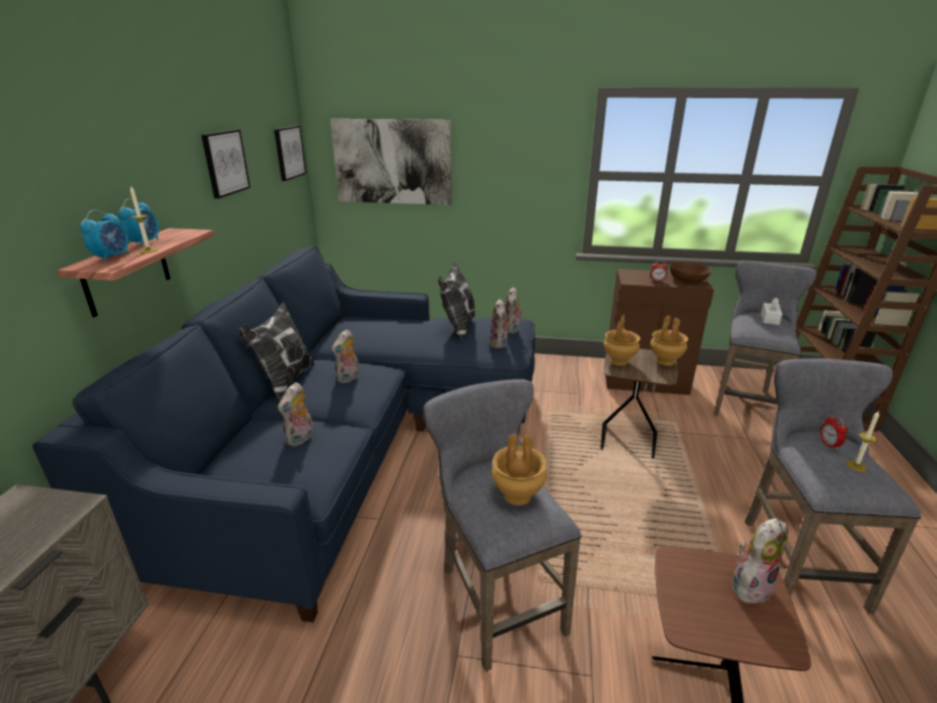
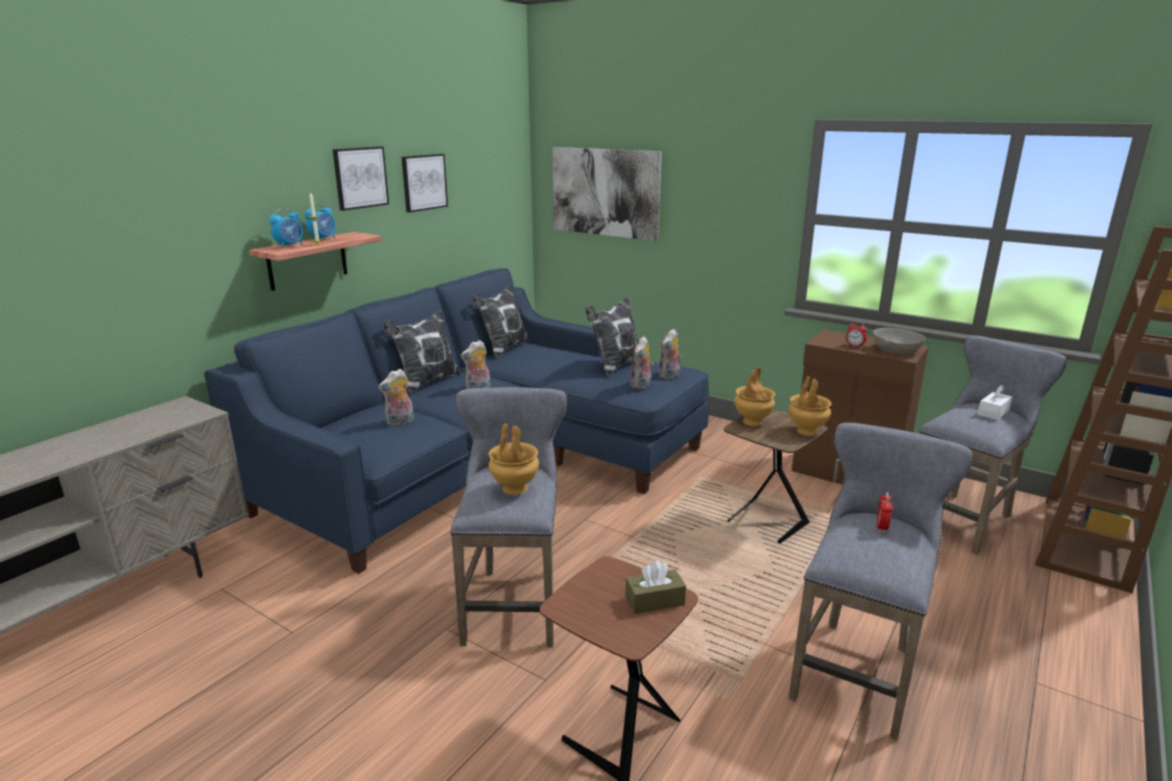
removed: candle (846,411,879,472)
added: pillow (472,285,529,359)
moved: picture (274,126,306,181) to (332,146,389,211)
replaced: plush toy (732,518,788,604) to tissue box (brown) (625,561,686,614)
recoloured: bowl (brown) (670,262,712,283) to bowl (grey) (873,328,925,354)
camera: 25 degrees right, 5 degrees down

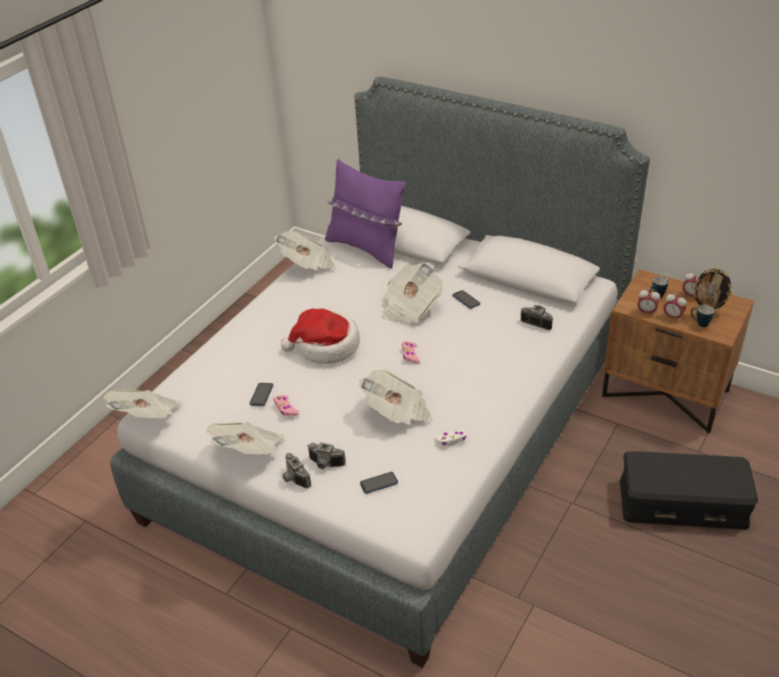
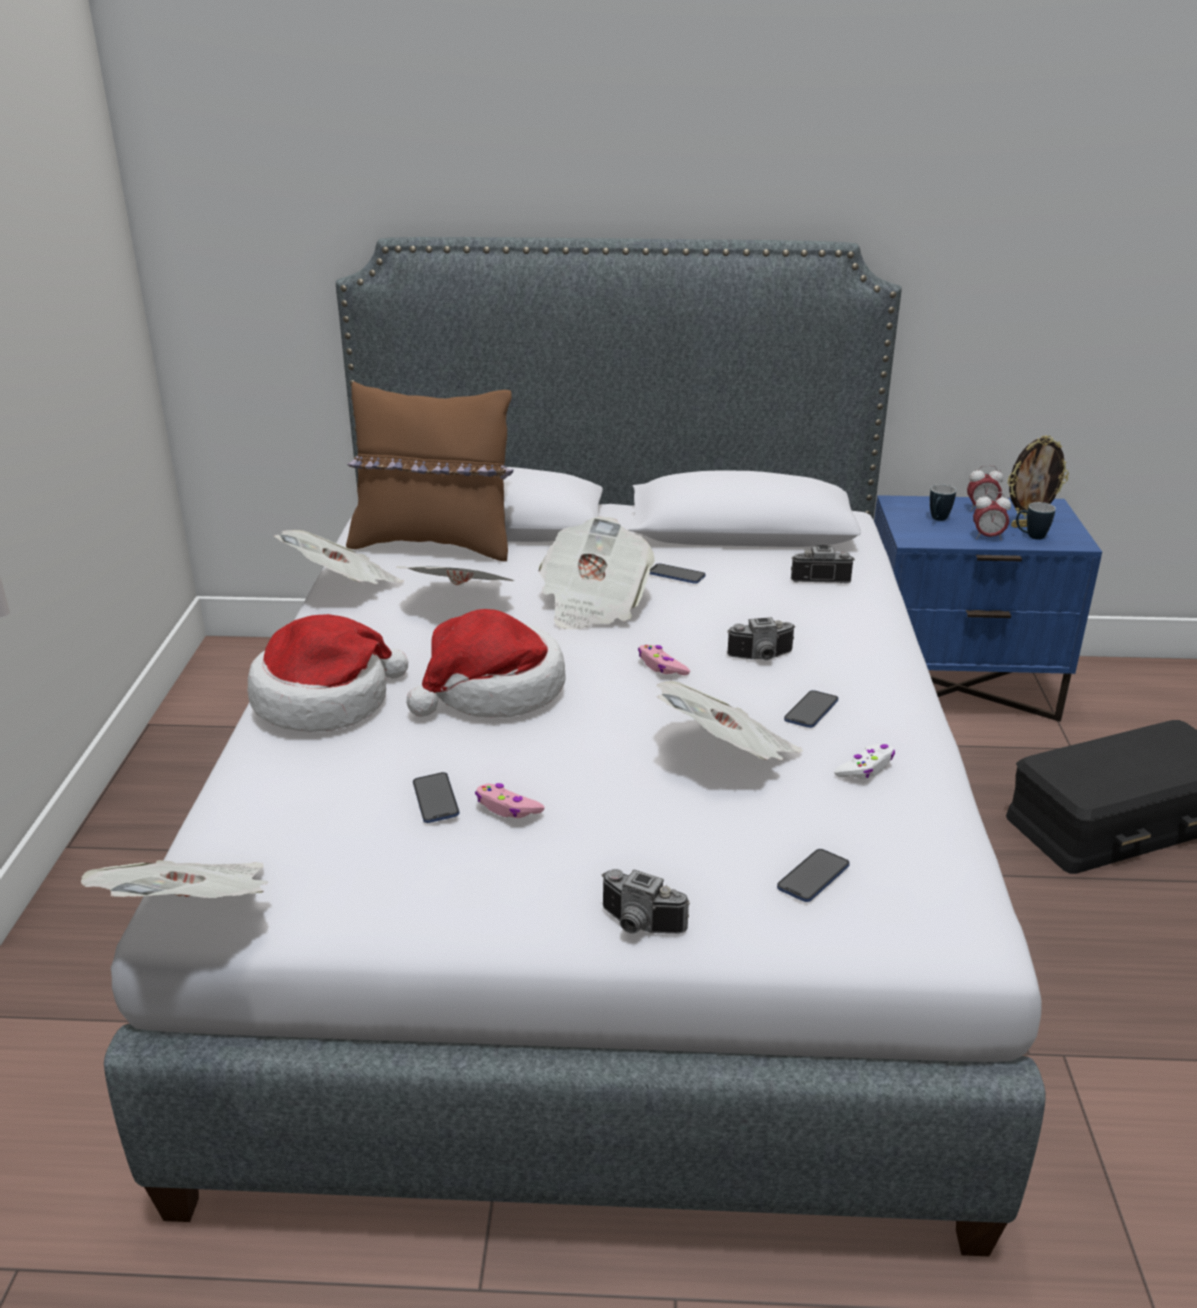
removed: alarm clock (638,288,660,316)
added: hat (247,614,408,732); phone (784,690,838,728)
moved: newspaper (206,422,284,455) to (397,566,514,585); photo camera (308,442,346,469) to (727,617,795,660)
recoloured: pillow (purple) (325,159,406,268) to pillow (brown) (346,381,514,561); nightstand (brown) (602,269,754,433) to nightstand (blue) (874,495,1102,722)
camera: 30 degrees left, 10 degrees down

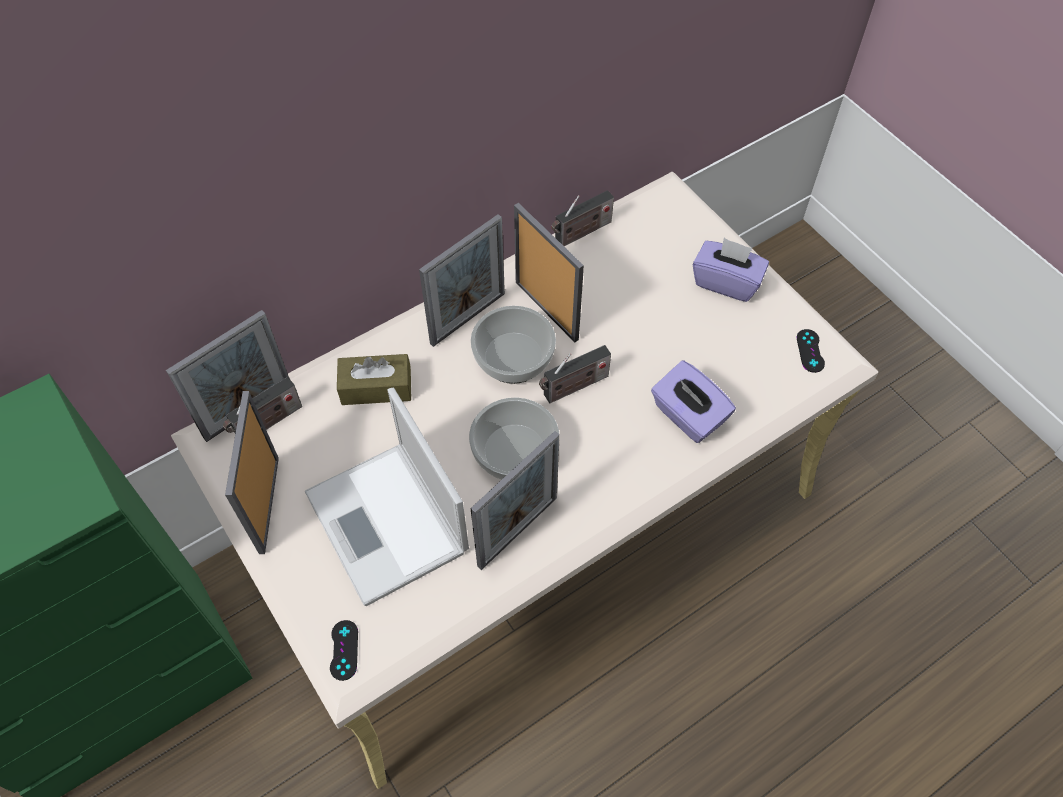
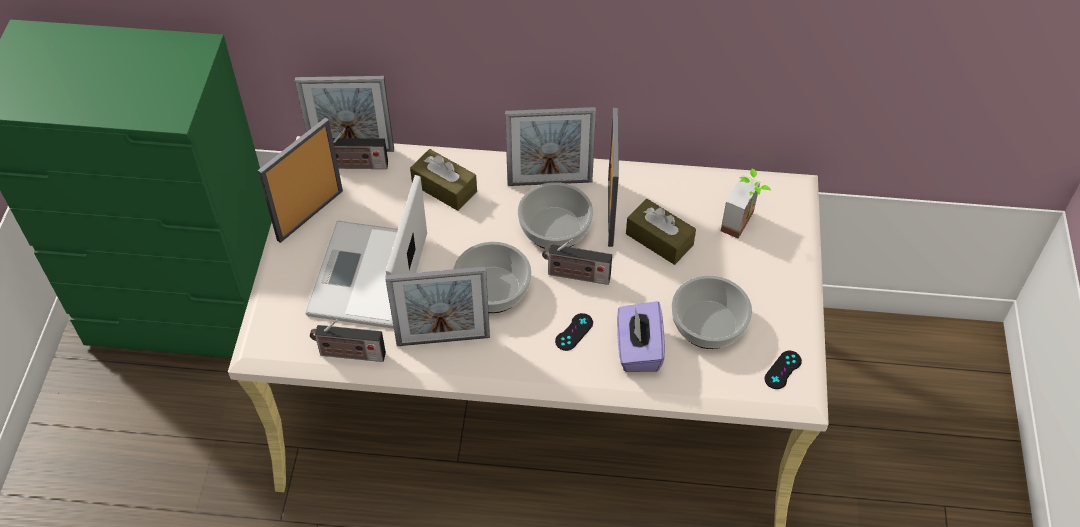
removed: tissue box (purple) (693,238,769,302)
added: tissue box (brown) (626,199,696,265); bowl (672,275,752,349); potted plant (721,169,771,239)
moved: game controller (black) (330,620,358,681) to (555,313,593,351); radio (551,190,614,246) to (310,319,386,362)
camera: 40 degrees right, 5 degrees down

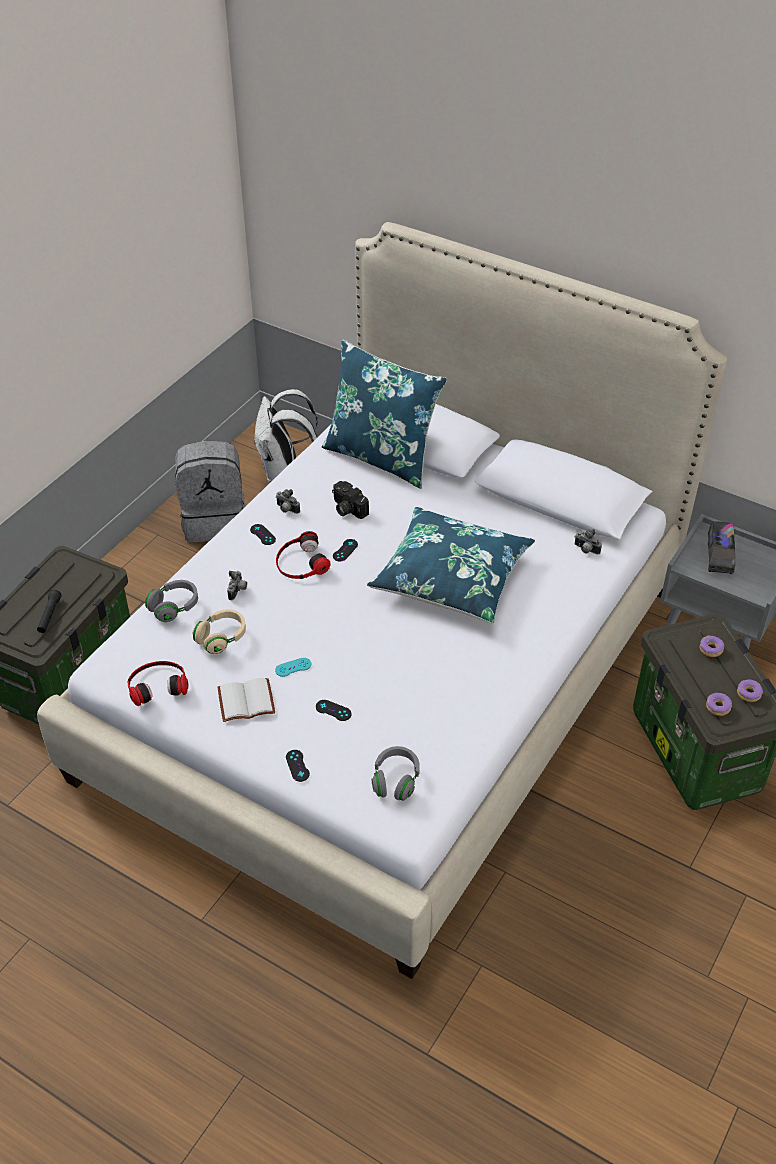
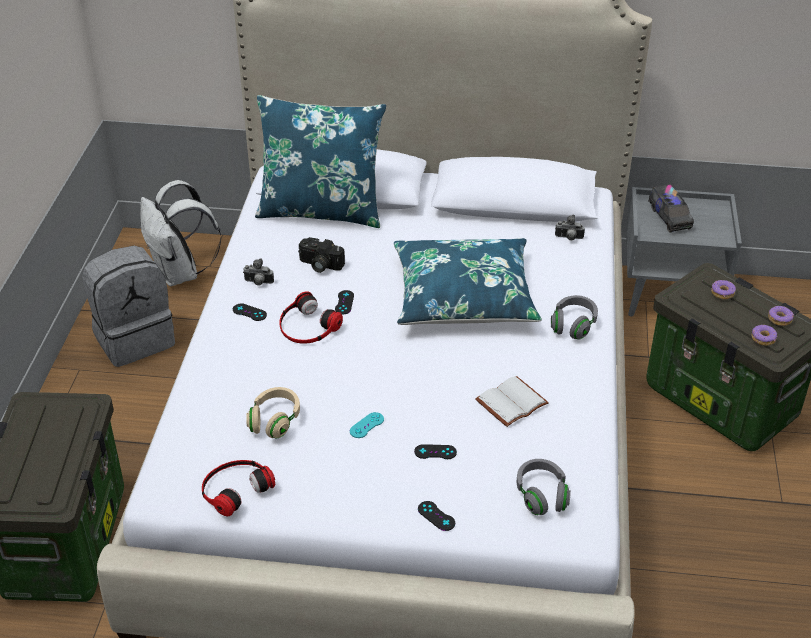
removed: flashlight (black) (37,590,62,633); photo camera (227,571,247,600)
moved: headphones (grey) (145,580,198,622) to (551,295,598,340); book (white) (217,678,275,722) to (475,376,549,427)
camera: 25 degrees left, 5 degrees down

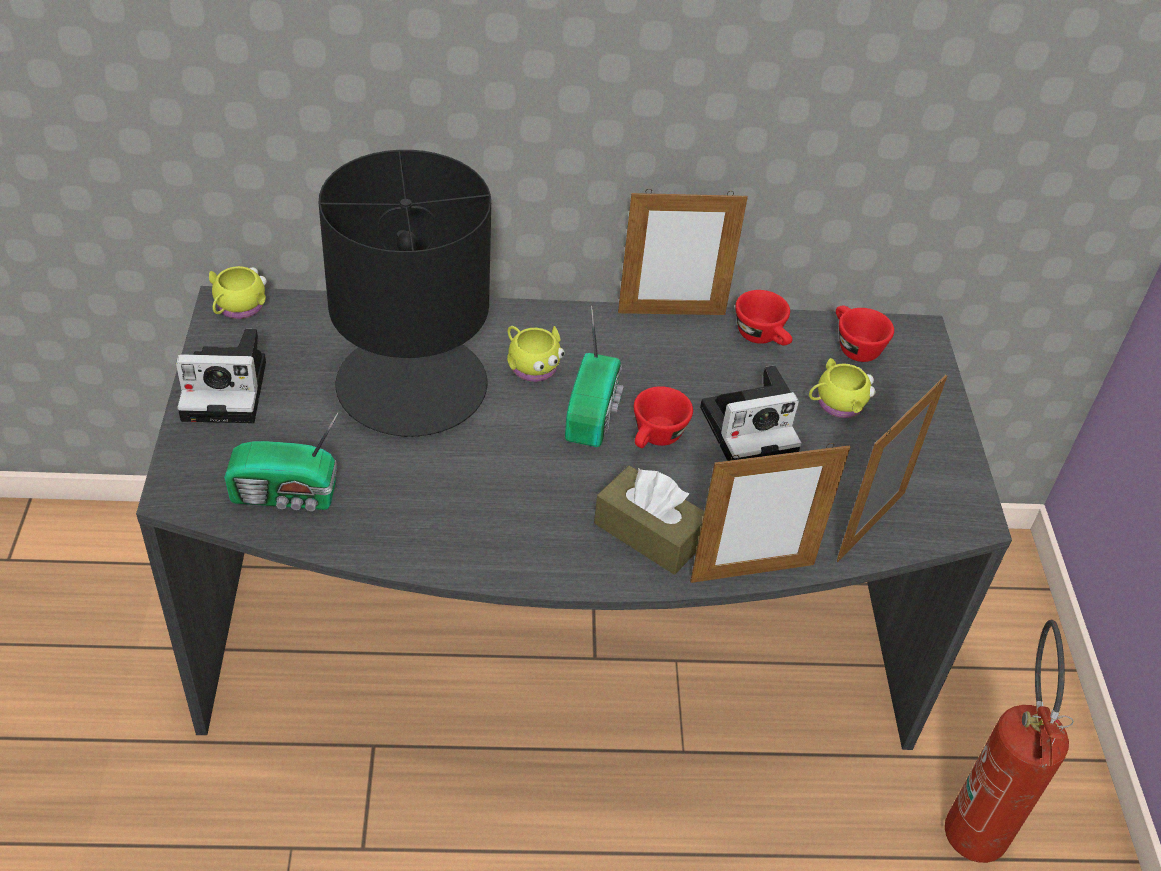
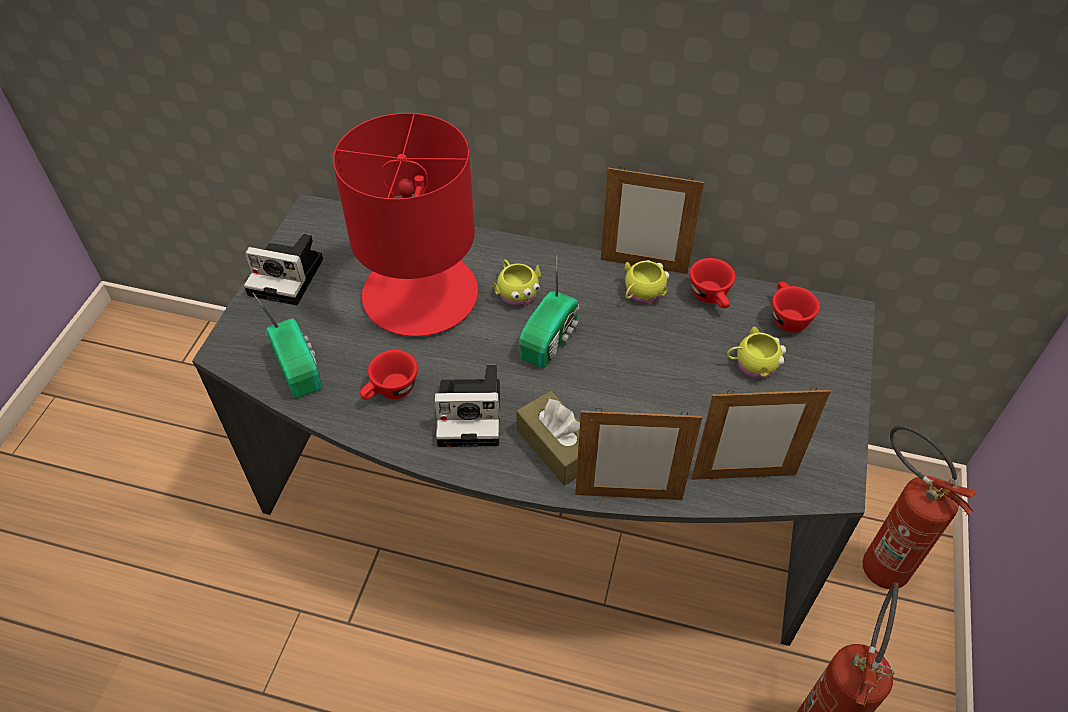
added: fire extinguisher (863,425,976,589)
moved: mug (yellow) (209,266,267,319) to (624,260,669,304); cup (red) (634,386,693,448) to (360,350,418,400); photo camera (700,365,802,461) to (434,365,500,447)
recoloured: table lamp (black) (319,150,491,437) to table lamp (red) (333,113,478,336)
turned: radio (224,412,339,511) = (253,293,322,398) 135 degrees counterclockwise; picture frame (836,375,947,562) = (691,387,831,480) 150 degrees counterclockwise
camera: 20 degrees right, 5 degrees up

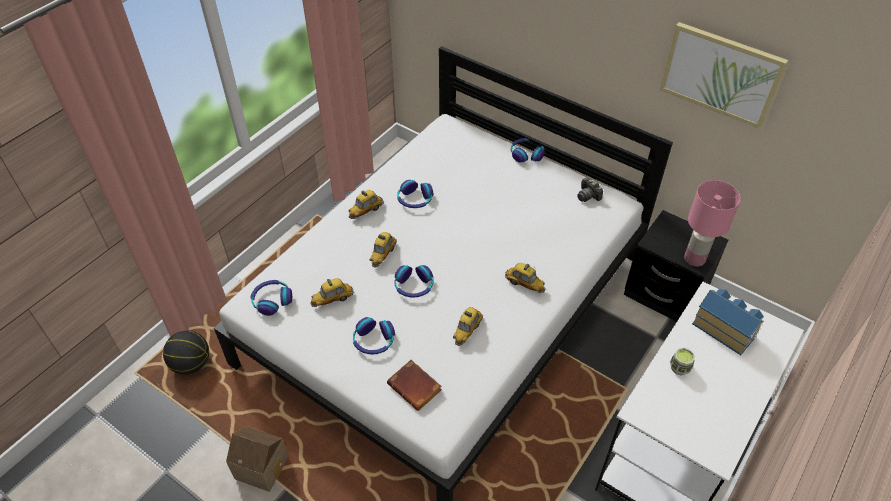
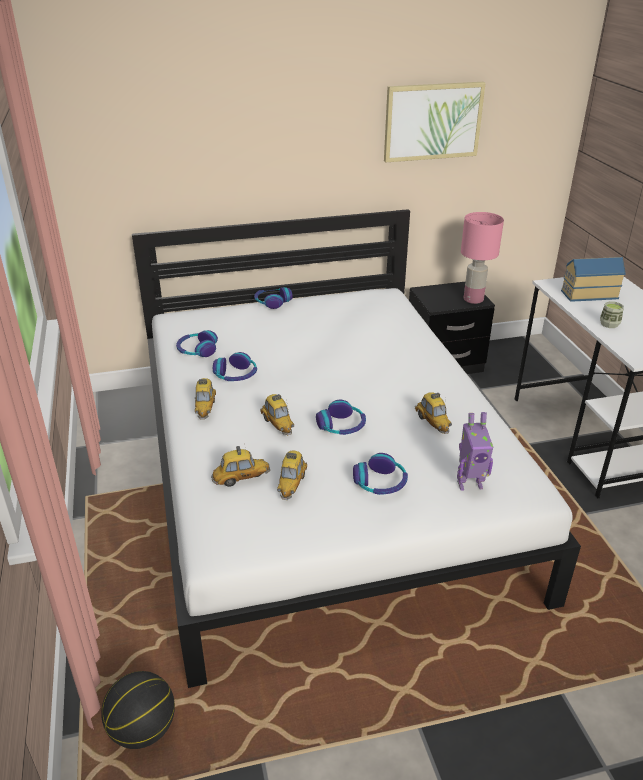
removed: toy house (226,426,288,492); photo camera (577,177,603,202)
moved: headphones (251,280,292,316) to (176,330,218,357); toy car (505,263,545,293) to (211,446,270,487)
replaced: book (brown) (387,360,442,411) to toy robot (457,412,493,491)
camera: 50 degrees left, 15 degrees down

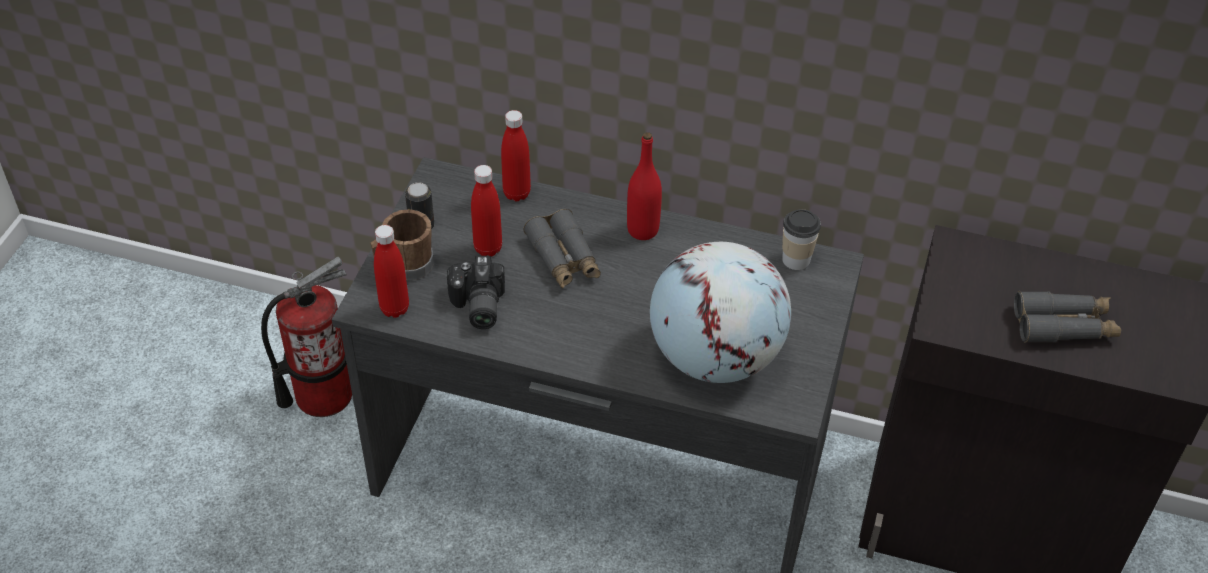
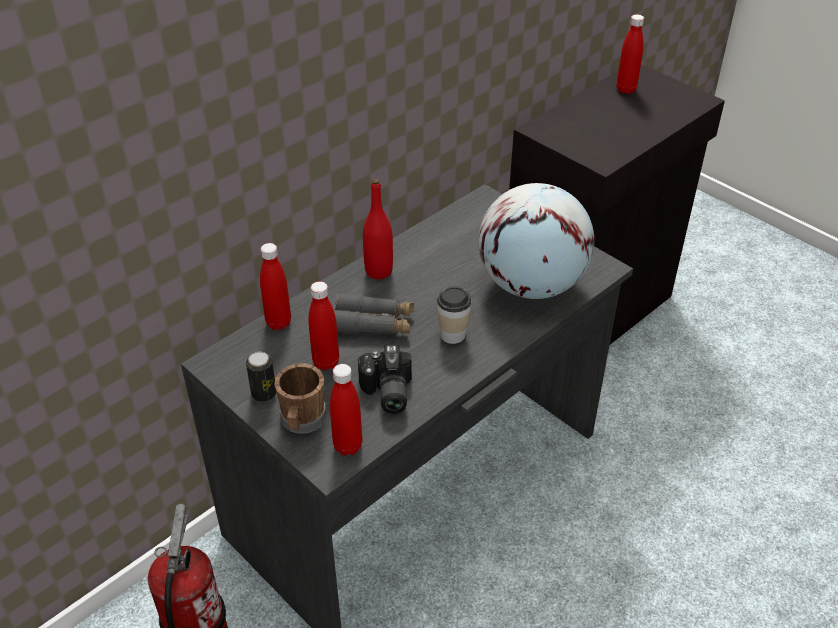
removed: binoculars (grey) (1014,291,1121,343)
added: bottle (red) (616,14,644,94)
moved: cup (782,209,821,270) to (437,287,471,344)
turned: photo camera (447,256,505,329) = (358,345,412,414) 60 degrees clockwise
camera: 60 degrees left, 5 degrees down

